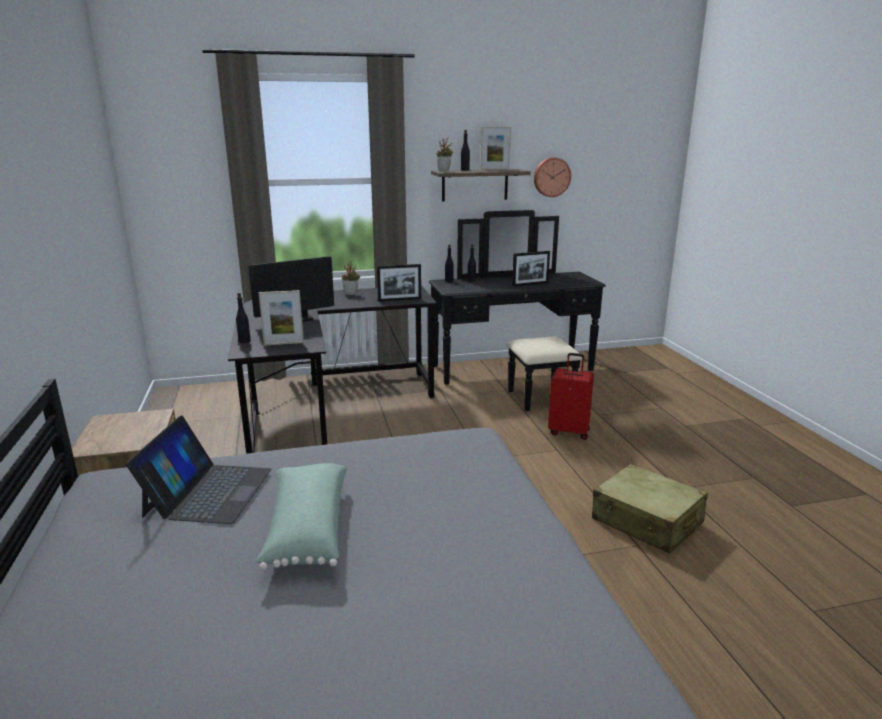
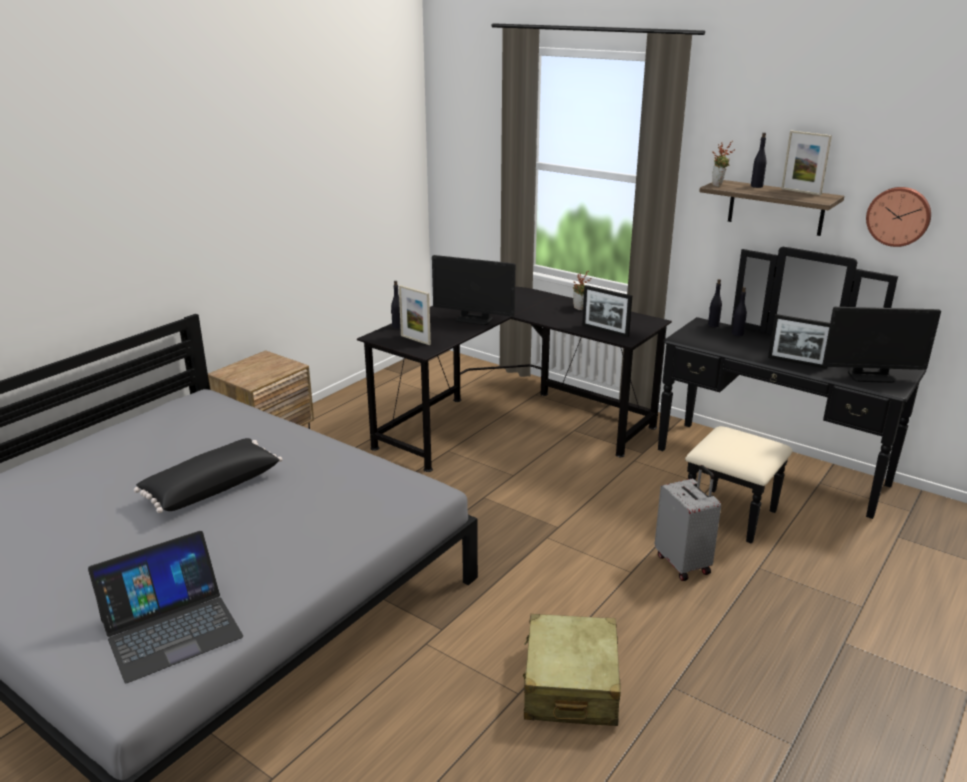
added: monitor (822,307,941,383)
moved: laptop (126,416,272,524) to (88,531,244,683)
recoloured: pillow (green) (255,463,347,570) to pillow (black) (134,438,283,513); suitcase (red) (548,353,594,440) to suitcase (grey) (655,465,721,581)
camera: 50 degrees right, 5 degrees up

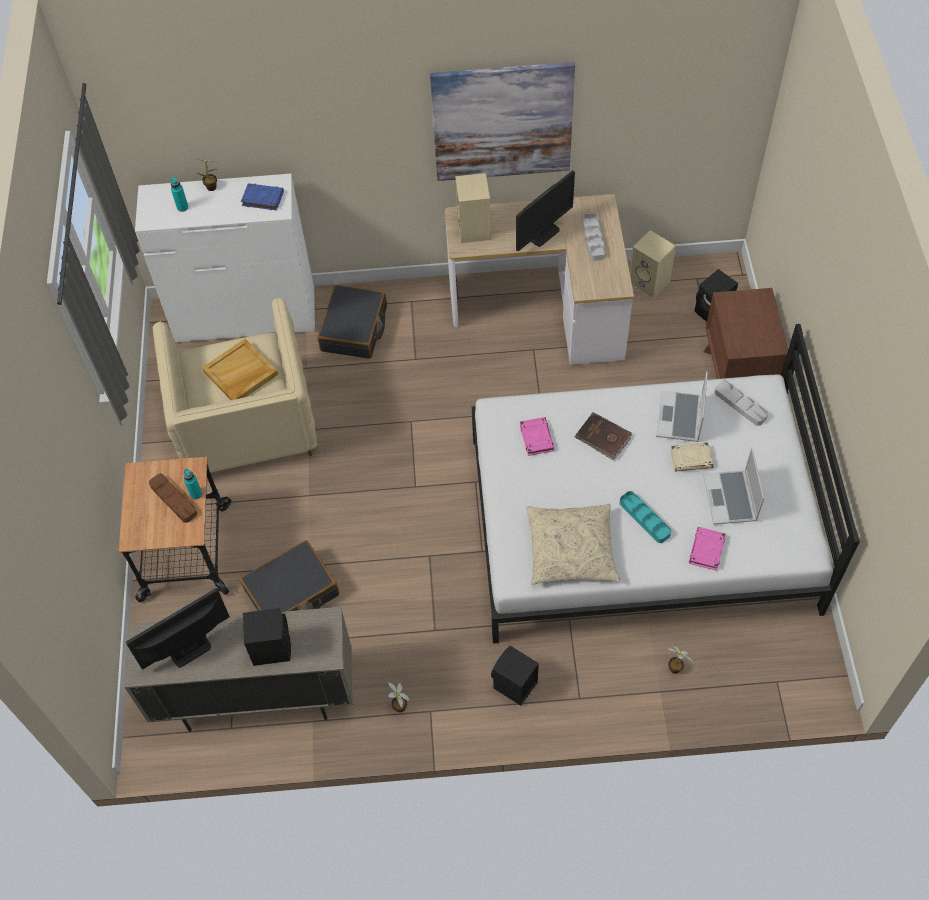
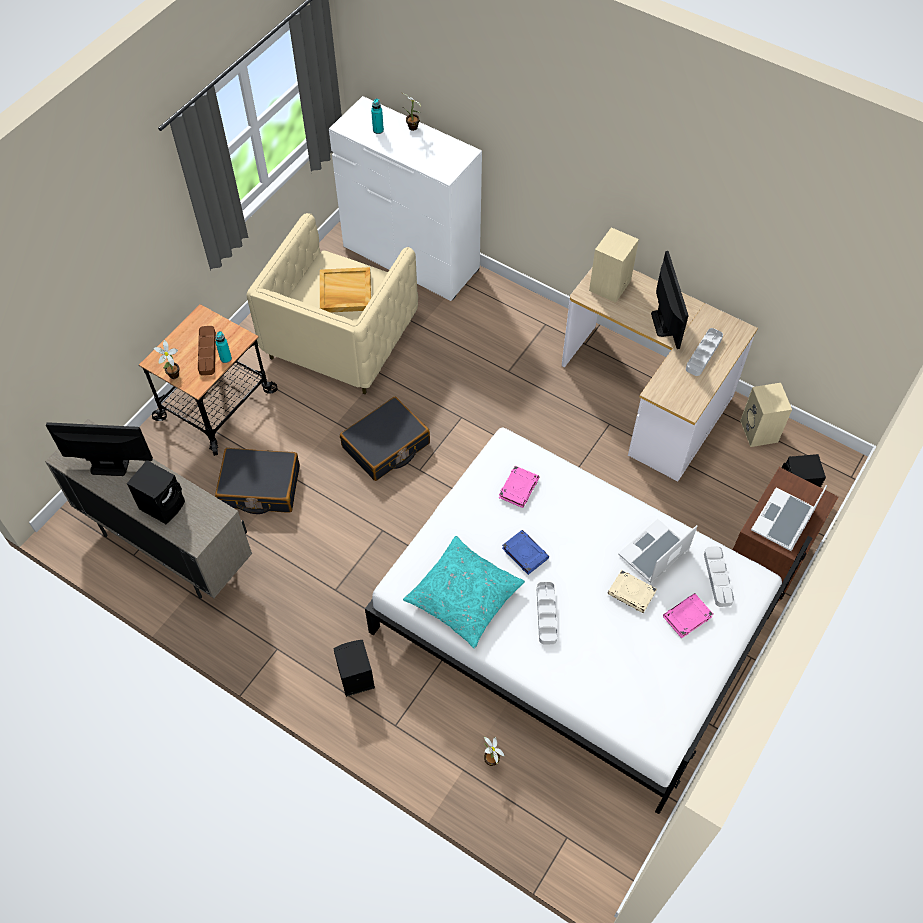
removed: picture (430,62,575,181); book (brown) (575,412,632,460)
moved: book (blue) (241,183,284,211) to (502,530,549,575); suitcase (black) (318,285,387,359) to (340,397,430,481); potted plant (387,682,410,713) to (154,340,180,379); book (pink) (689,527,726,571) to (663,593,713,639); laptop (703,448,764,525) to (751,485,827,551)
recoloured: pillow (beige) (527,504,620,585) to pillow (turquoise) (403,536,525,649); tray (turquoise) (620,491,671,543) to tray (grey) (537,582,558,644)
turned: monitor (516,170,575,251) = (651,251,688,349) 90 degrees counterclockwise
camera: 35 degrees right, 0 degrees up

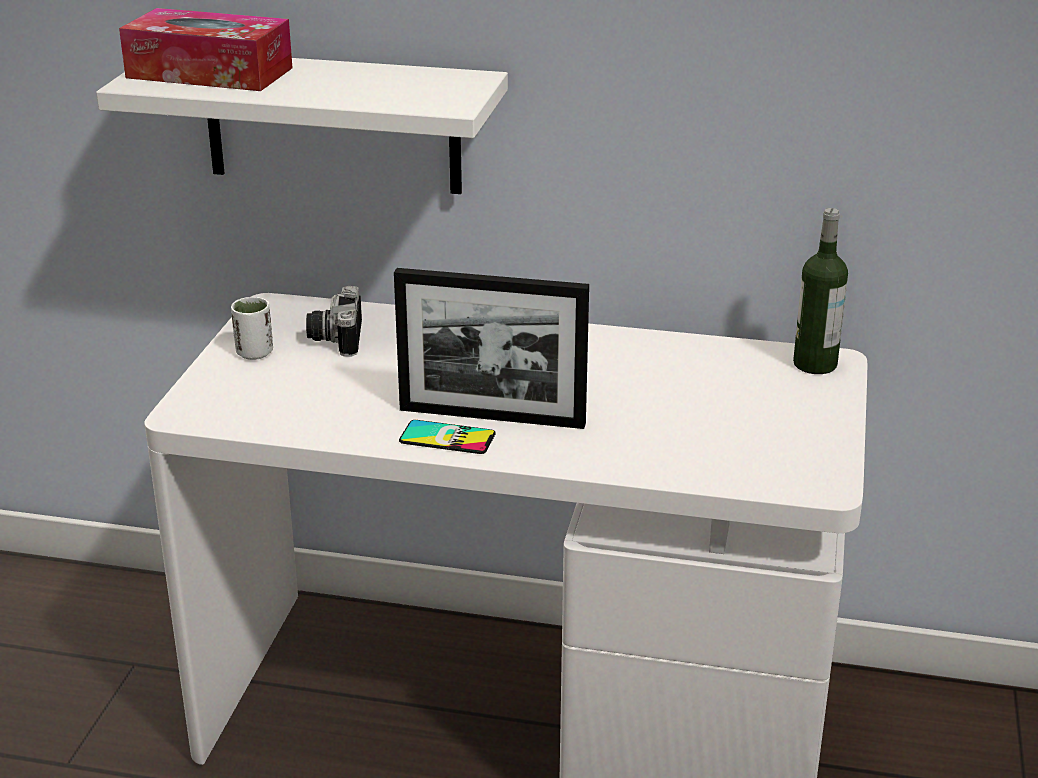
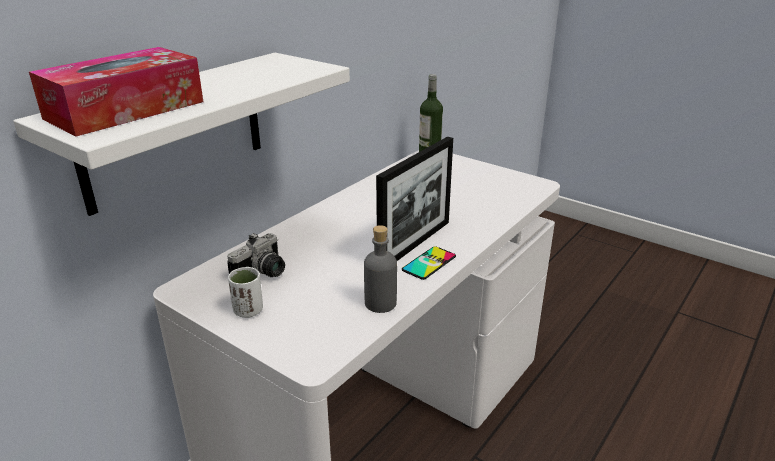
added: bottle (grey) (364,225,397,313)
turned: photo camera (306,286,362,357) = (227,233,285,277) 75 degrees counterclockwise
camera: 65 degrees left, 0 degrees up

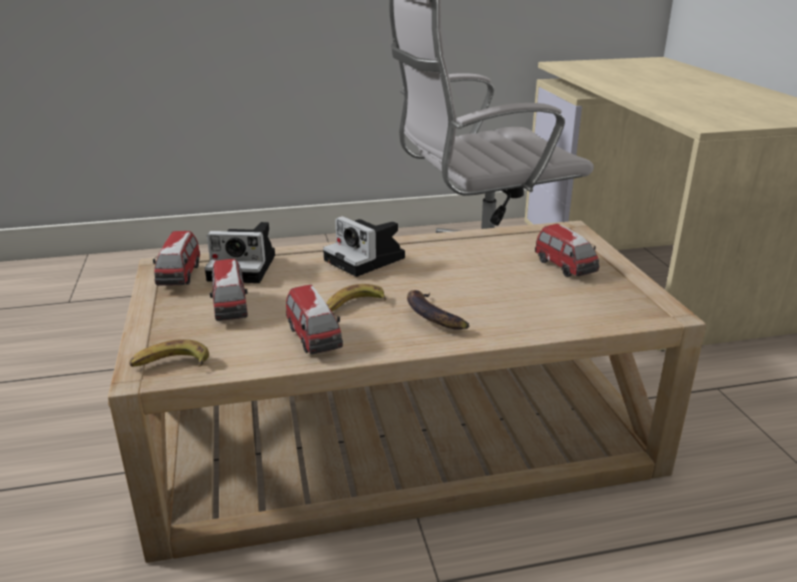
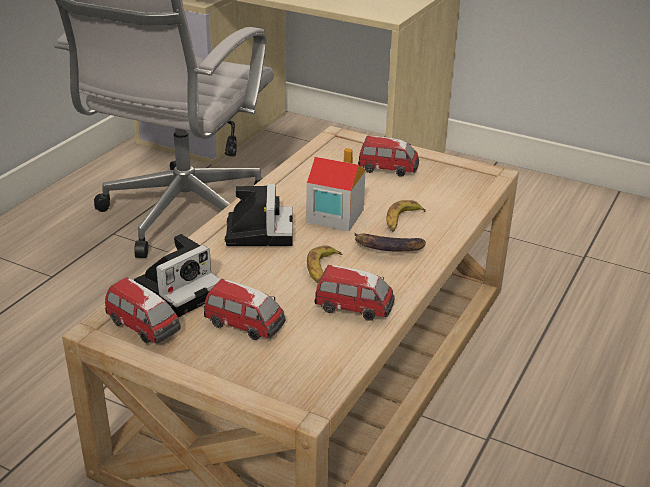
added: toy house (306,148,365,231)
moved: banana (129,339,209,367) to (386,200,426,232)
turned: photo camera (323,216,405,277) = (225,184,293,246) 90 degrees counterclockwise
camera: 50 degrees left, 5 degrees up

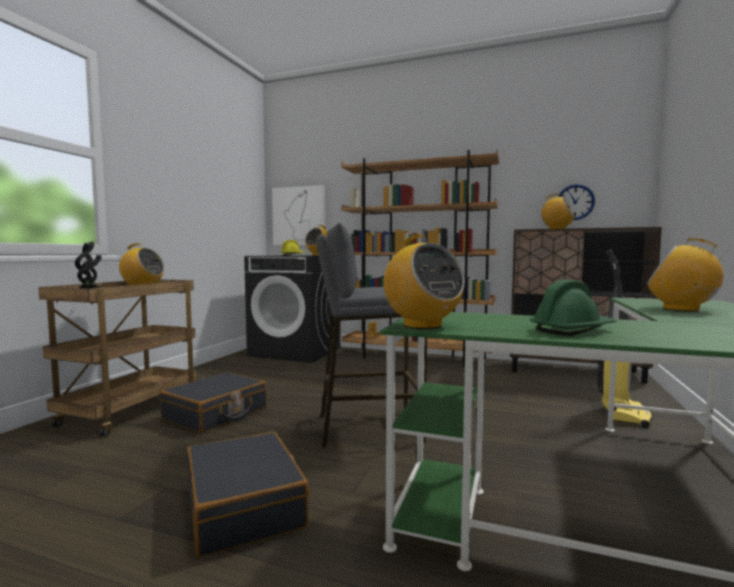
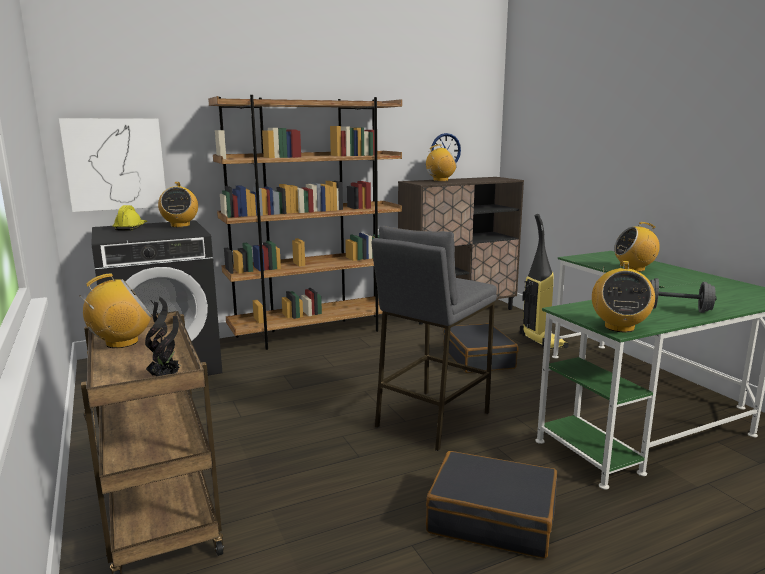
moved: suitcase (black) (160,372,267,433) to (443,323,518,373)
replaced: hard hat (green) (530,280,617,336) to dumbbell (grey) (650,278,717,313)
turned: radio (381,234,465,329) = (592,261,655,332) 90 degrees clockwise
camera: 45 degrees left, 10 degrees up

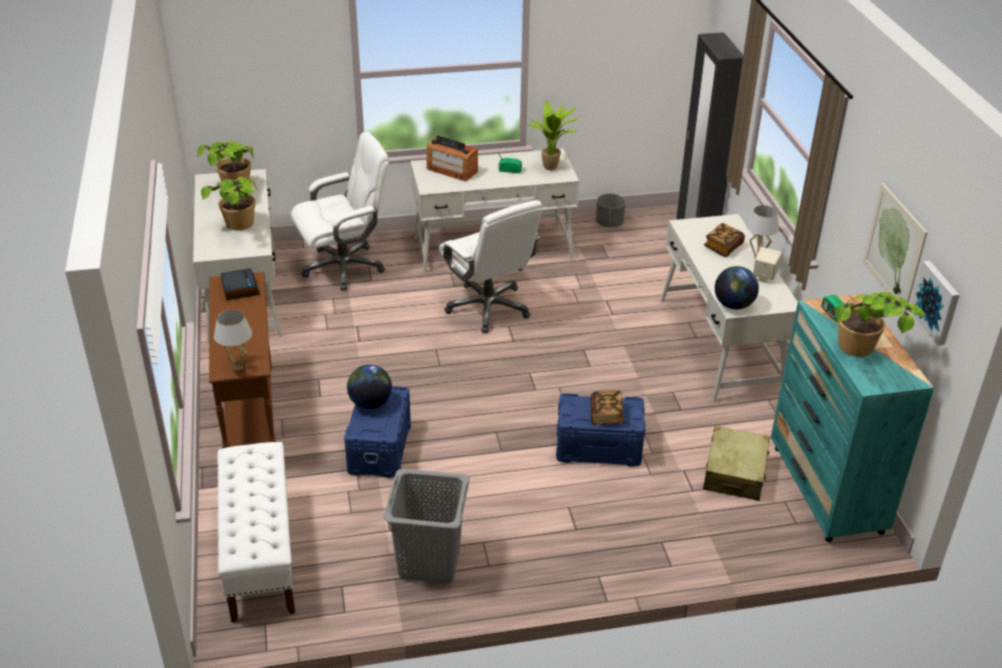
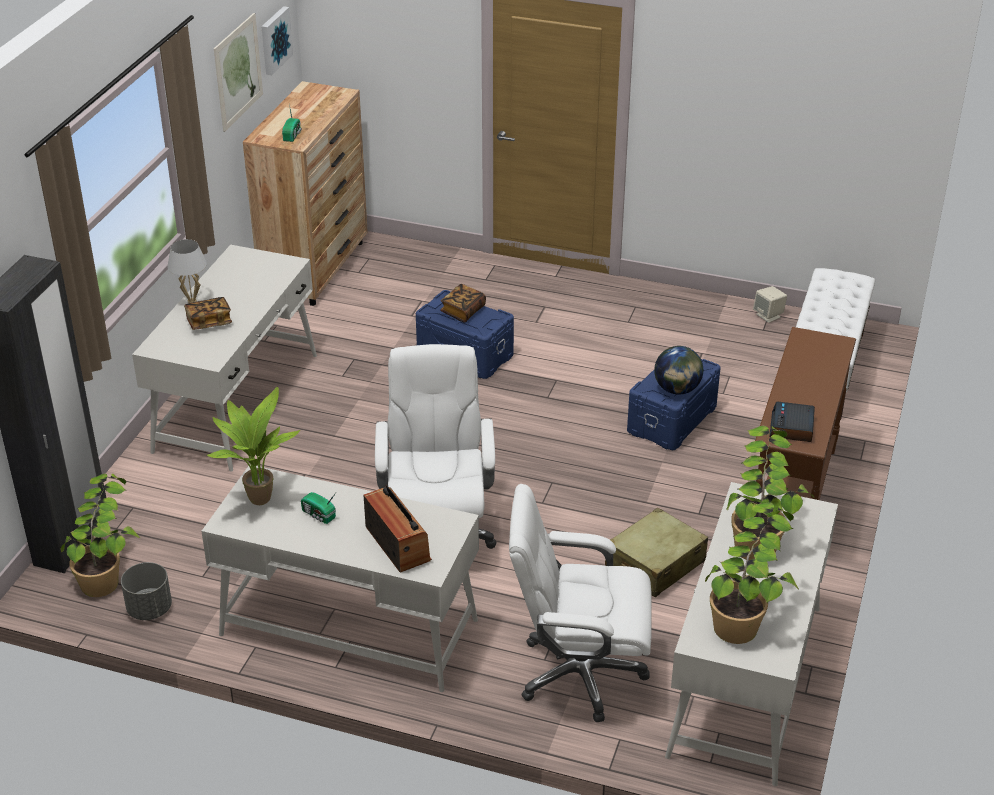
removed: table lamp (white) (214,310,252,371); laundry basket (grey) (383,469,470,583); globe (715,266,759,309)
moved: suitcase (beige) (703,426,770,501) to (605,508,708,597); speaker (beige) (753,247,782,283) to (753,286,787,323); potted plant (835,292,927,357) to (60,474,140,597)
recoloured: dresser (turquoise) (771,294,934,542) to dresser (brown) (243,81,368,306)
camera: 150 degrees left, 0 degrees up

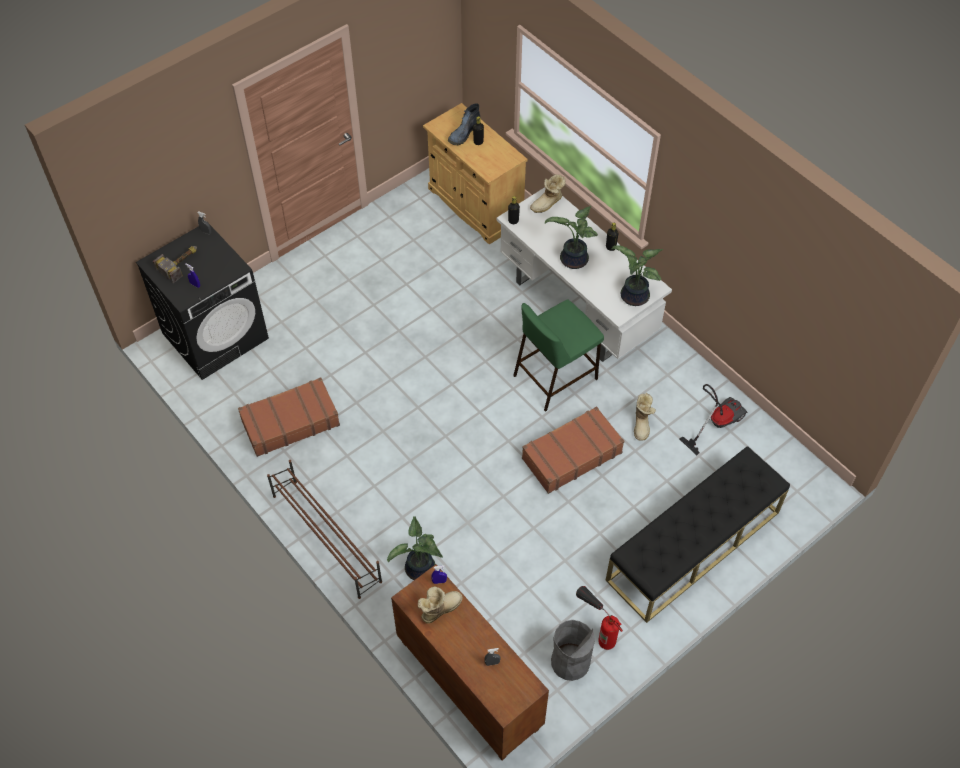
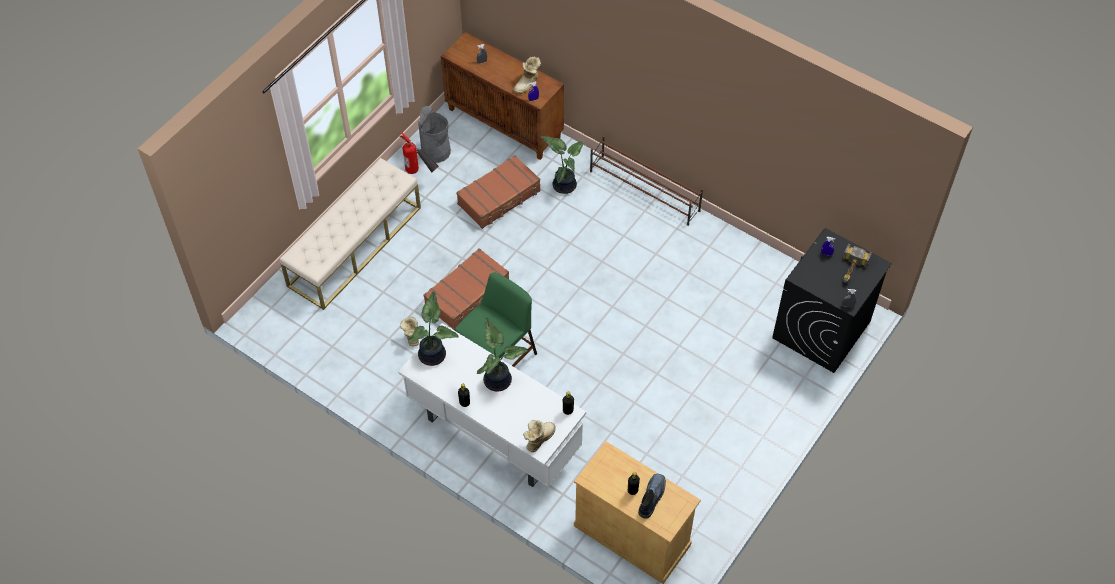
removed: vacuum cleaner (680,384,748,456)
moved: suitcase (brown) (238,377,340,457) to (456,155,541,229)
recoloured: bench (black) (605,446,790,623) to bench (beige) (280,158,421,310)
camera: 165 degrees right, 0 degrees up

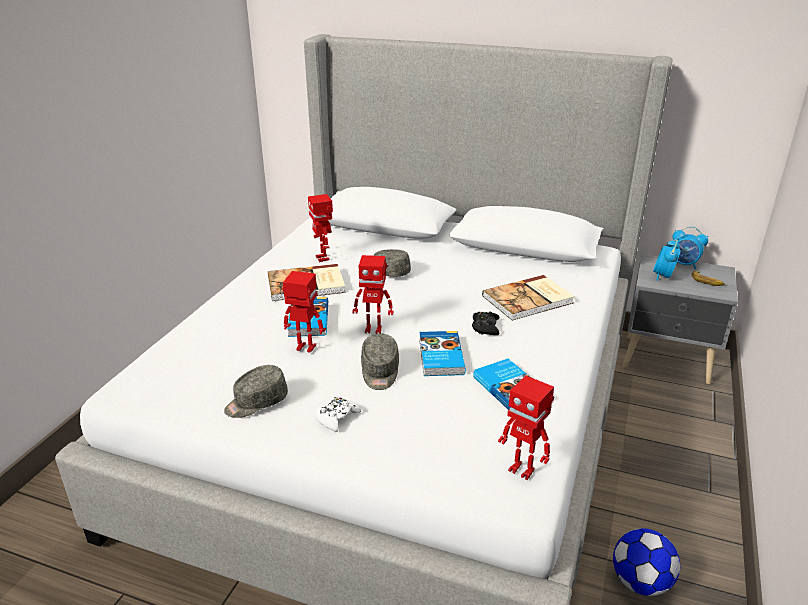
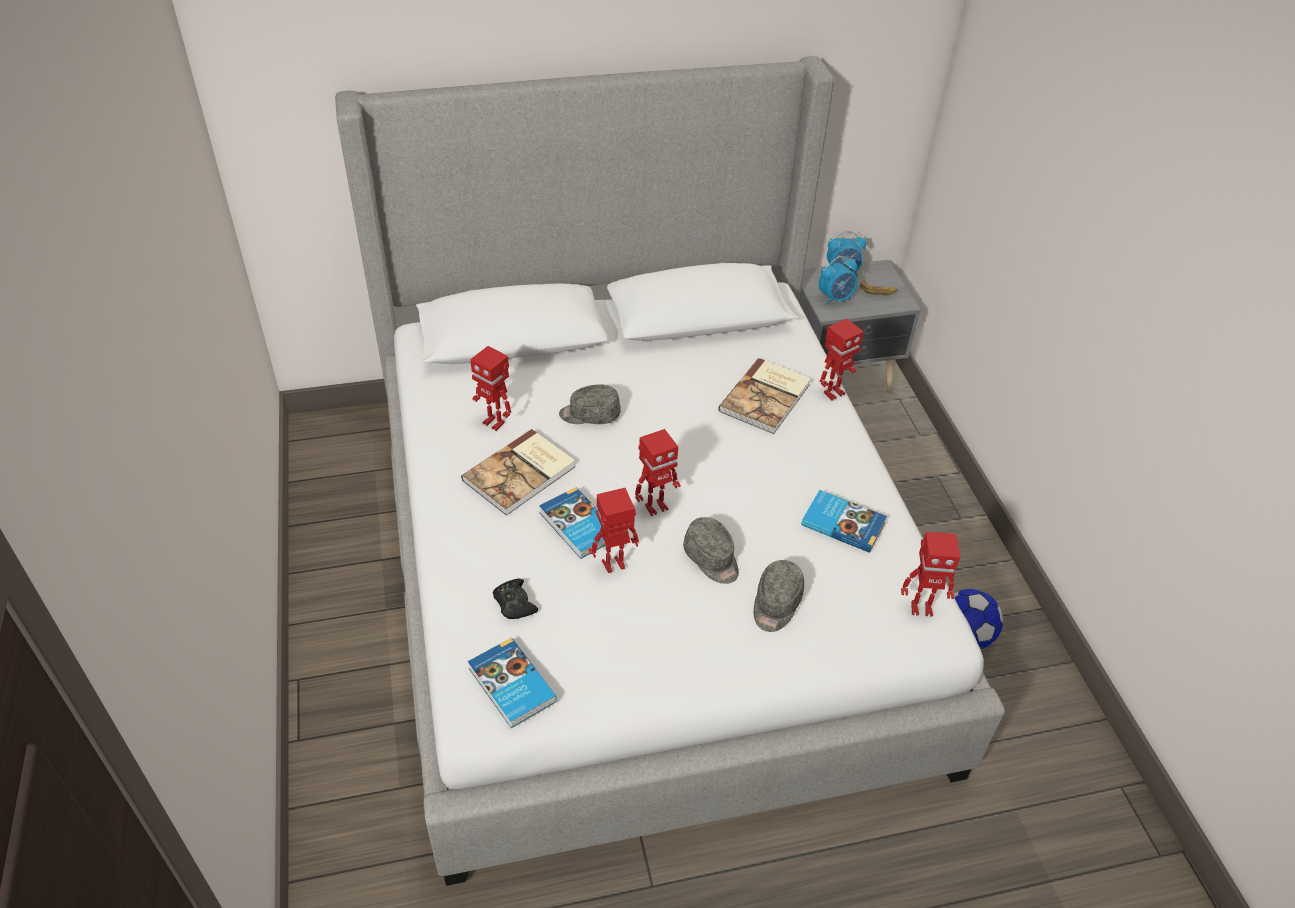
removed: game controller (white) (315,397,361,432)
added: toy robot (820,318,864,401)
moved: cap (grey) (224,365,288,418) to (754,560,804,632); book (419,331,466,376) to (468,638,557,728); game controller (black) (472,312,500,335) to (493,579,538,619)
turned: alarm clock (653,240,681,281) = (819,256,857,305) 105 degrees counterclockwise
camera: 35 degrees left, 15 degrees up

